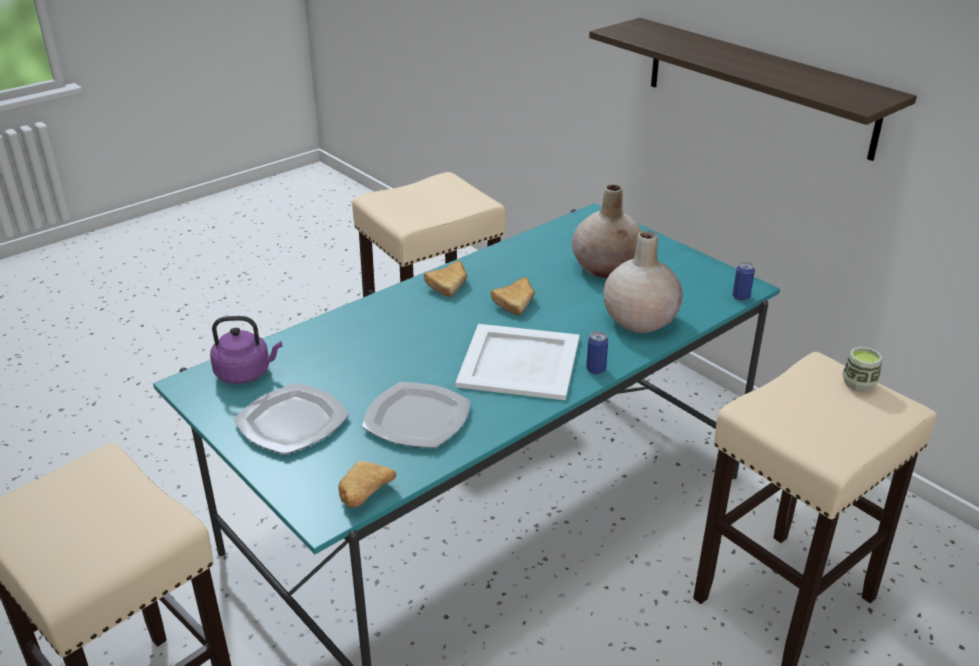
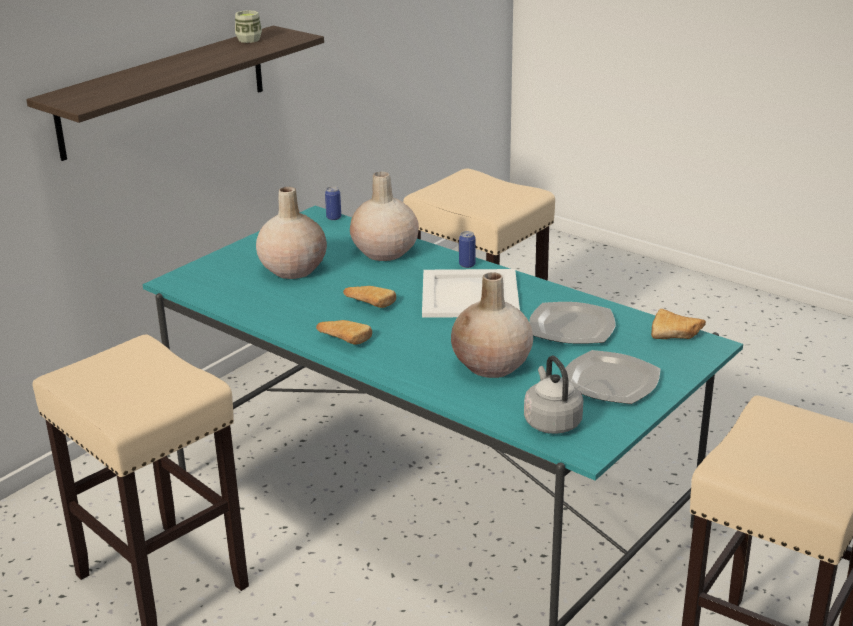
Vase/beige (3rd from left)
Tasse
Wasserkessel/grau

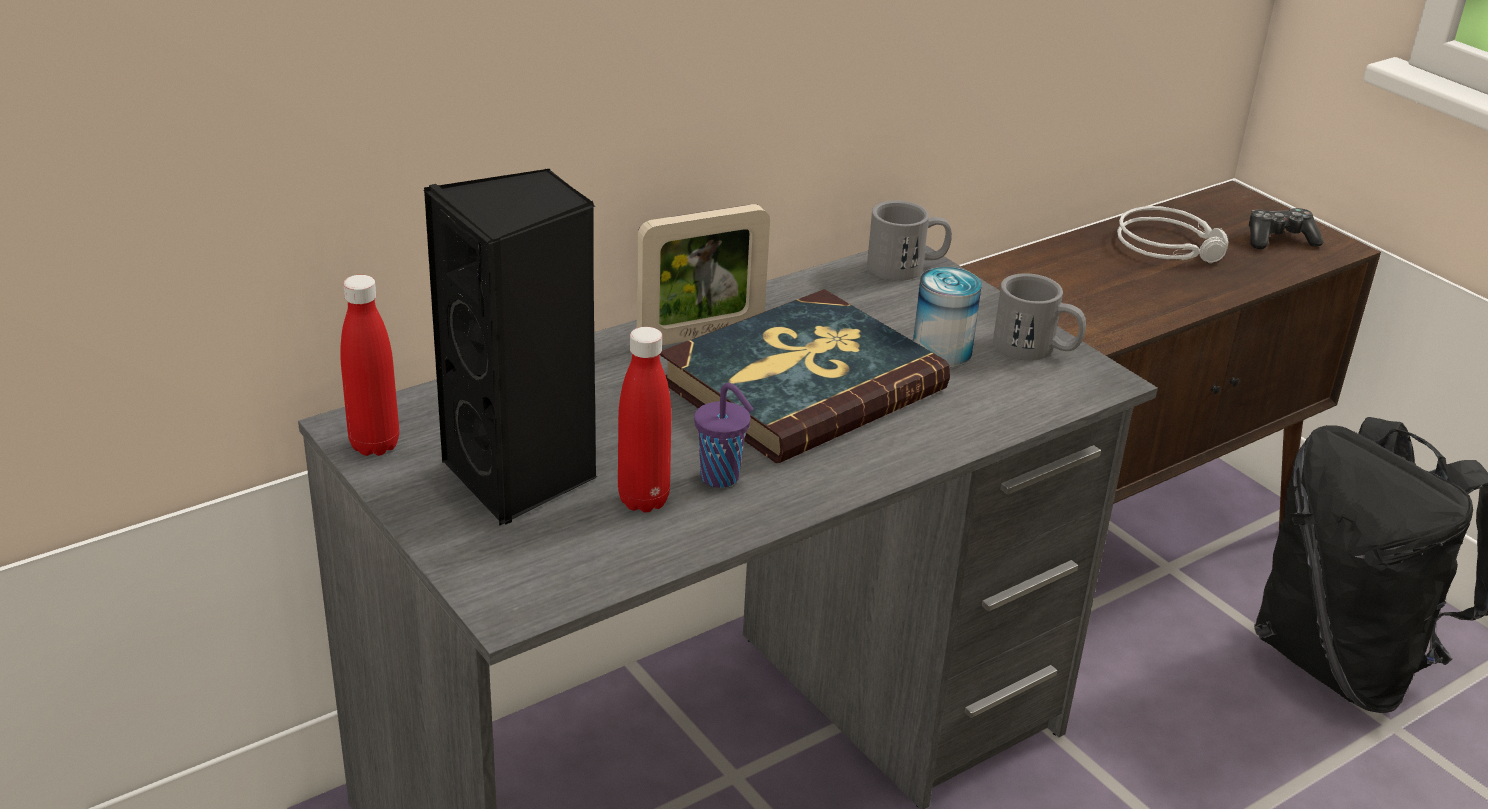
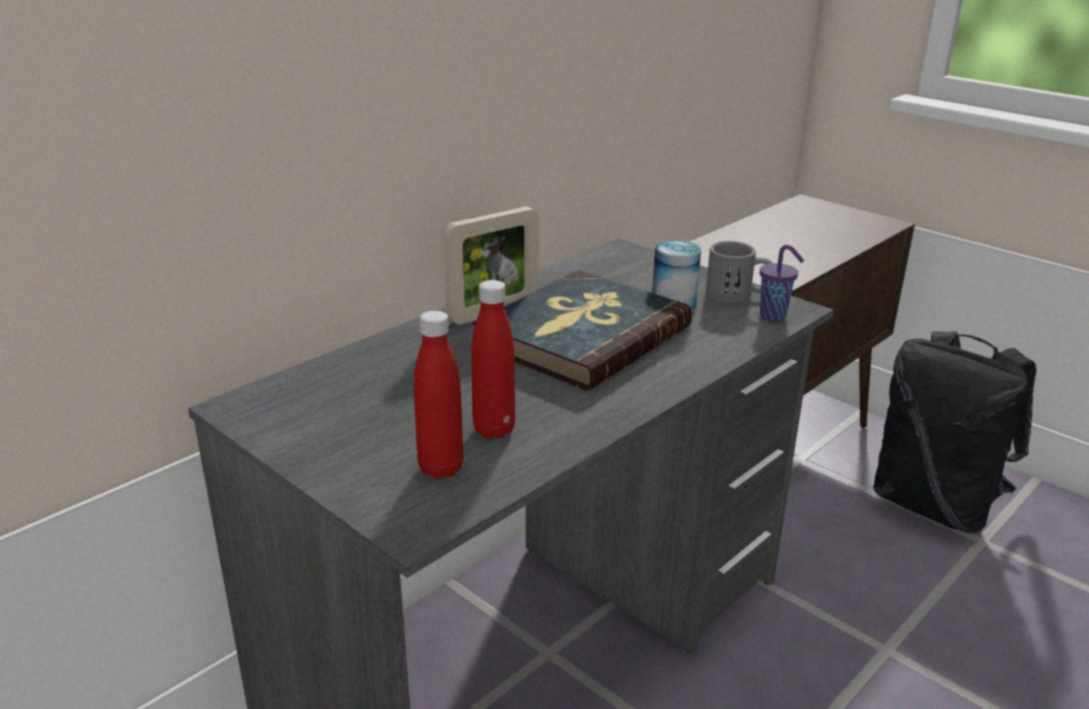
Lautsprecher/schwarz
Henkelbecher/grau (1st from left in the first image)
Kopfhörer/grau
Gamepad
Flasche/rot (1st from left)
Tasse/lila

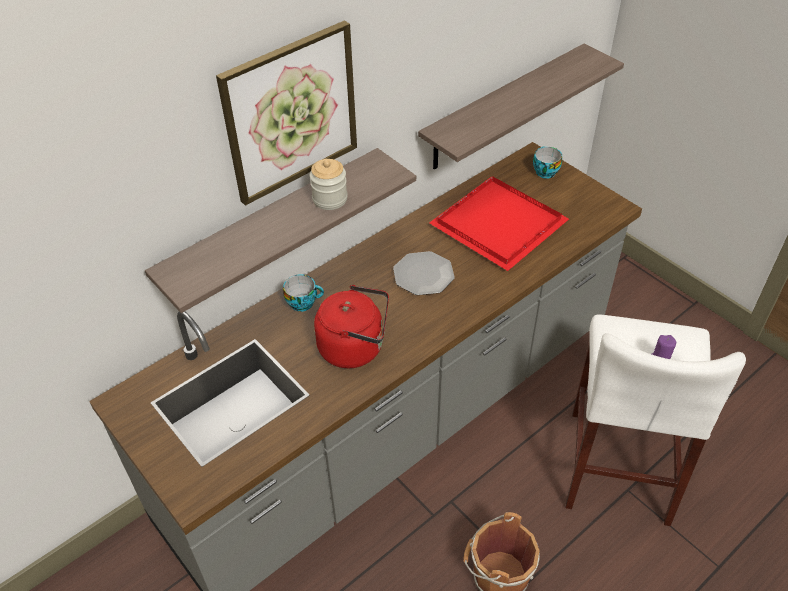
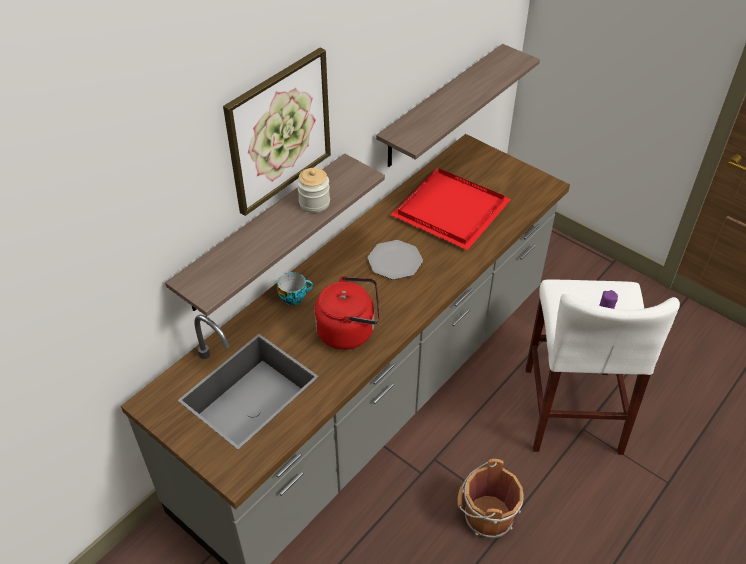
Tasse (2nd from left in the first image)

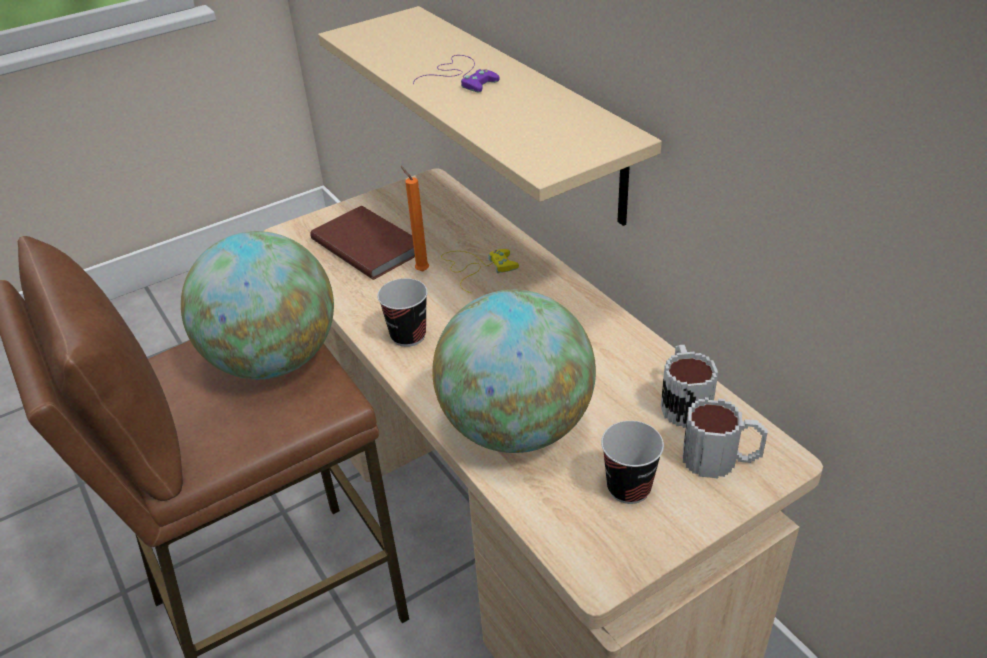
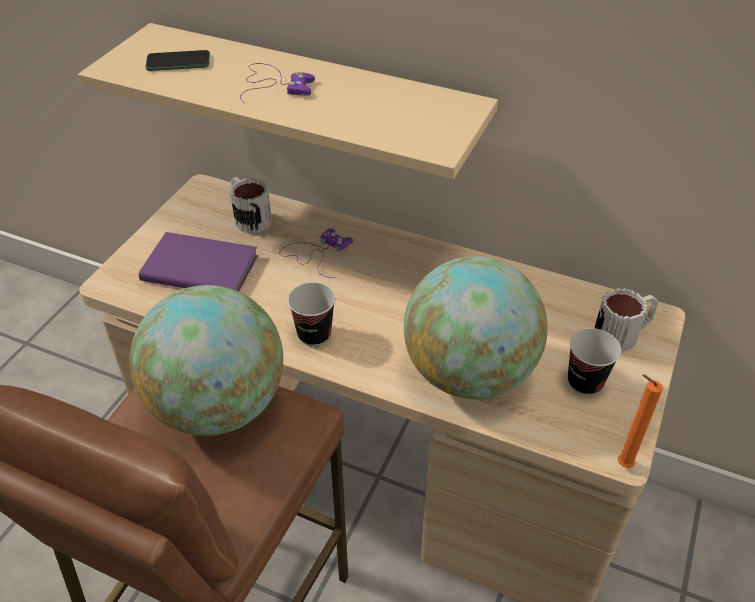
Handy
Kerze/orange
Henkelbecher (1st from left)
Buch/lila
Gamepad/lila (2nd from left)

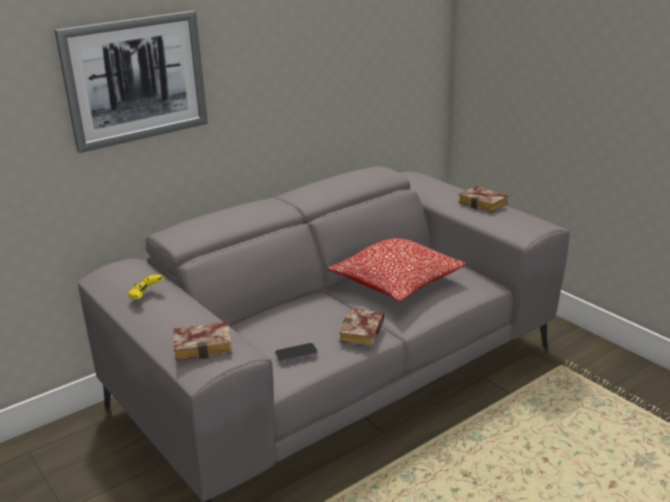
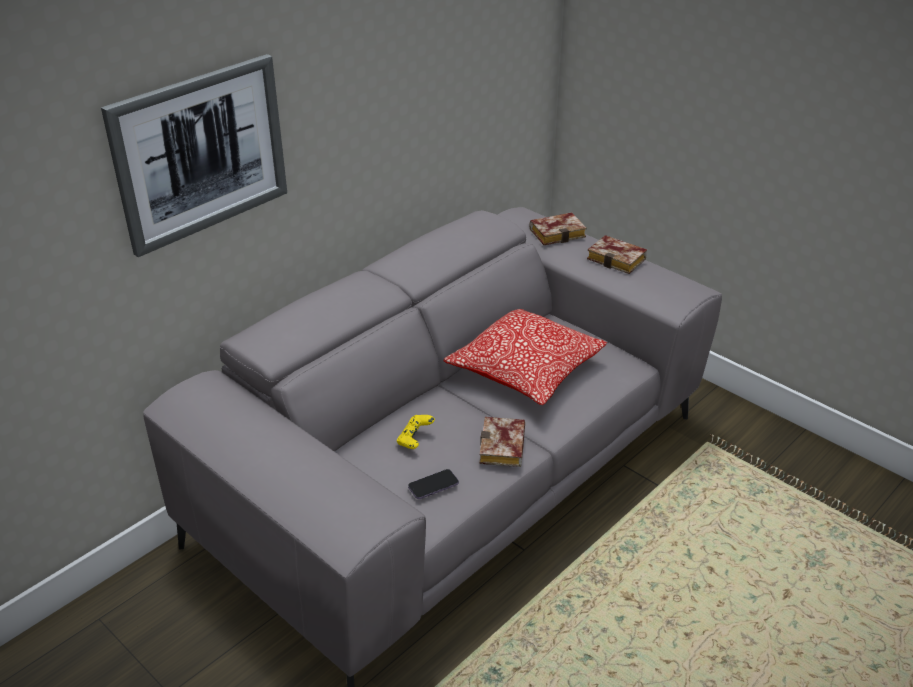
Gamepad/gelb
Buch (2nd from left)

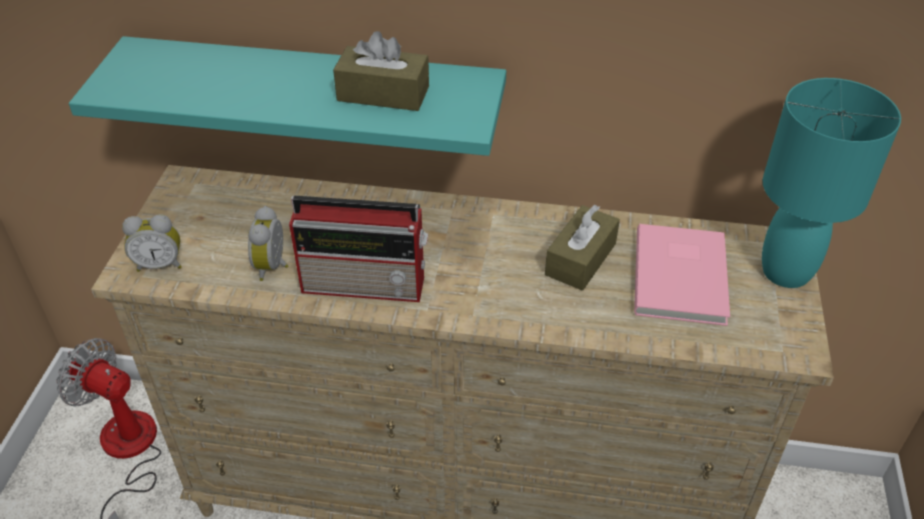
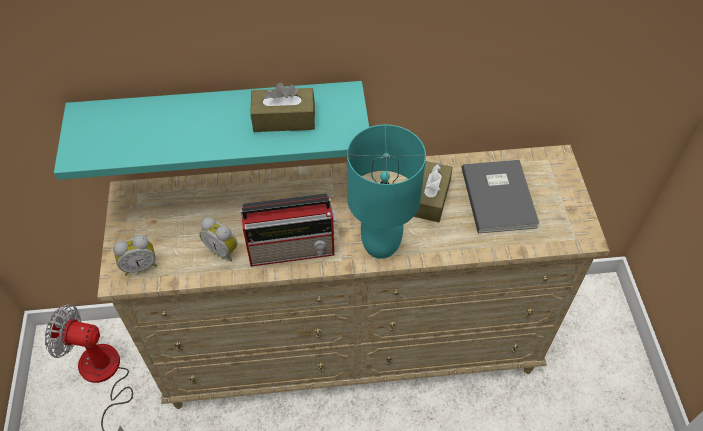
Tischlampe/türkis
Buch/grau
Wecker (2nd from left)

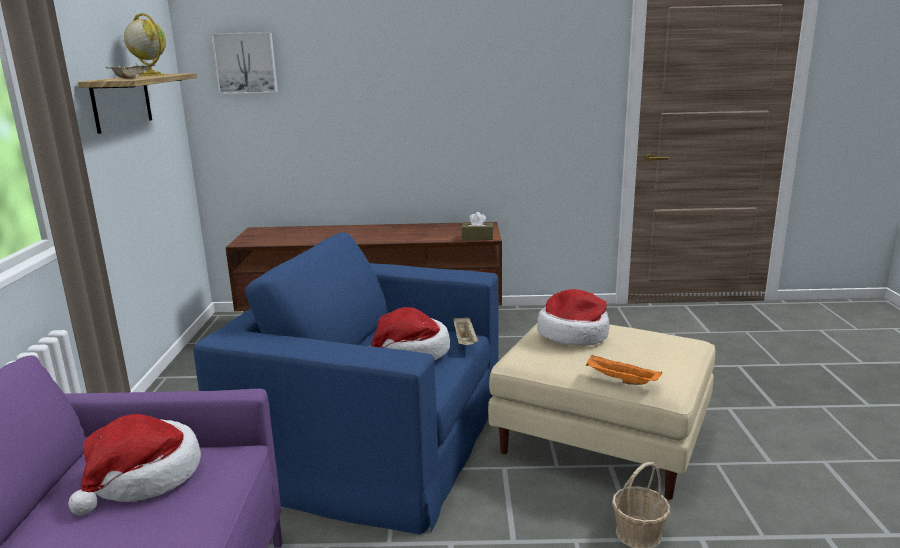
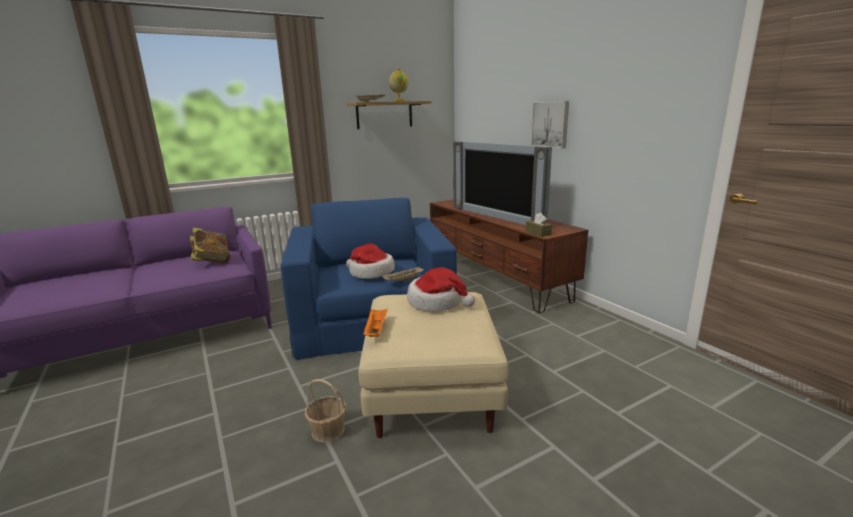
Fernseher
Bild
Buch

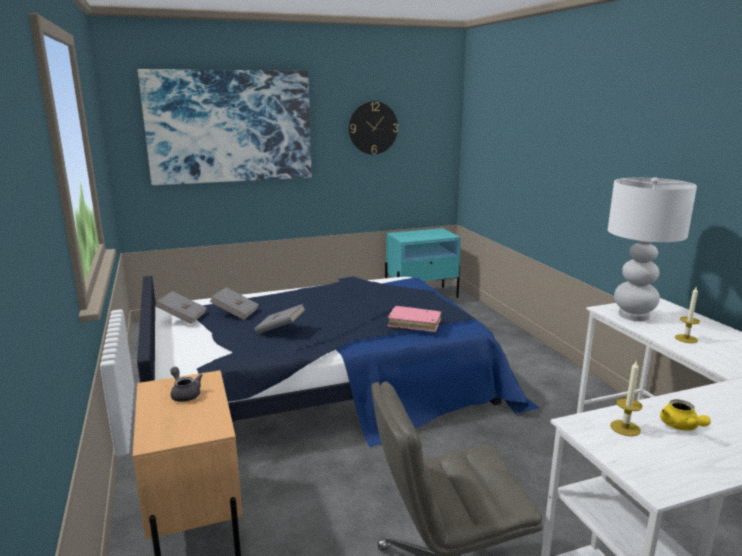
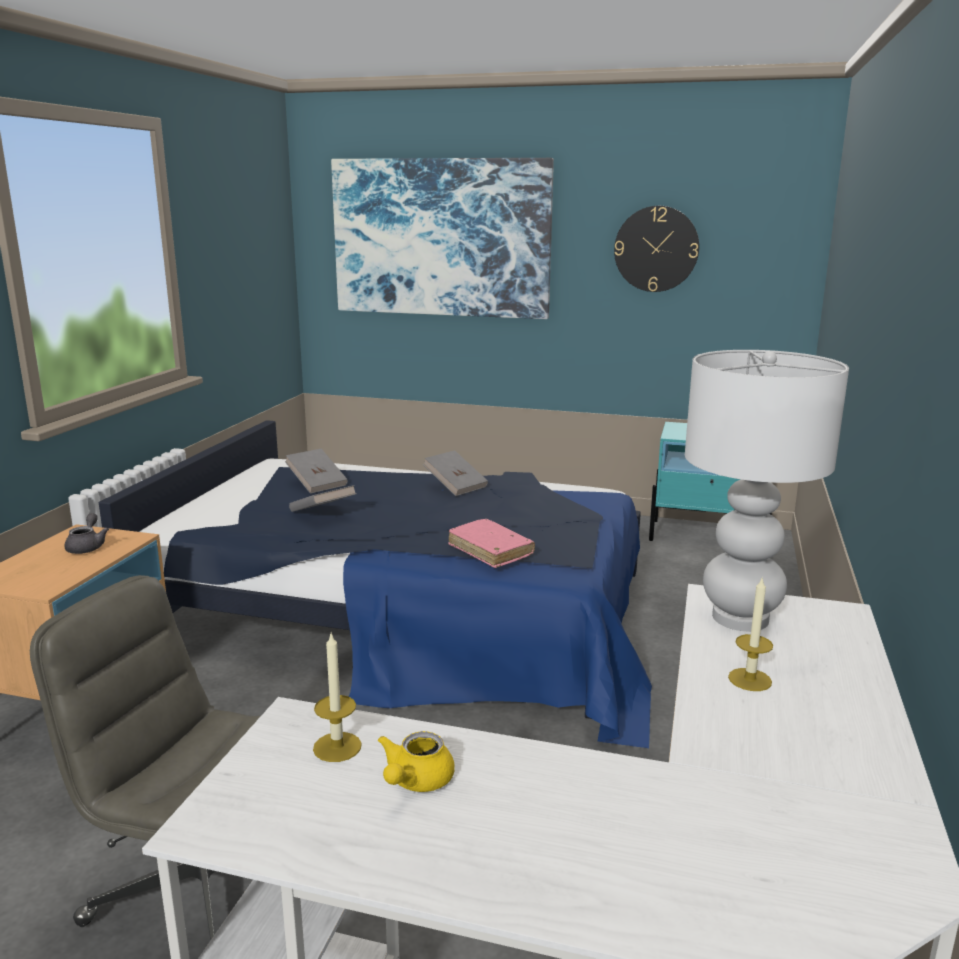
Buch/grau (3rd from left)

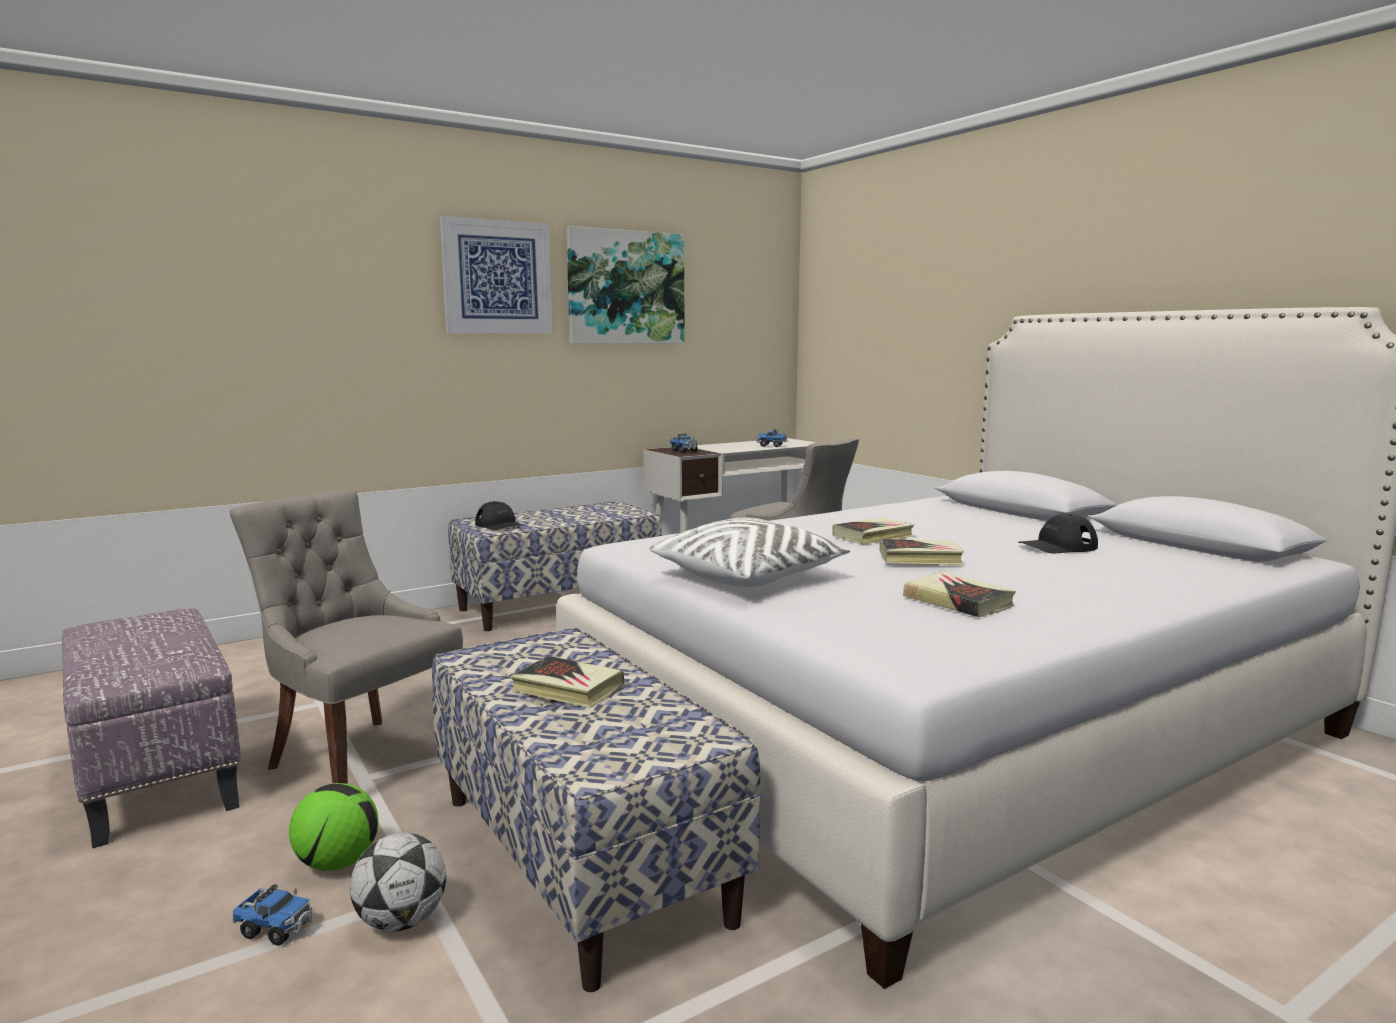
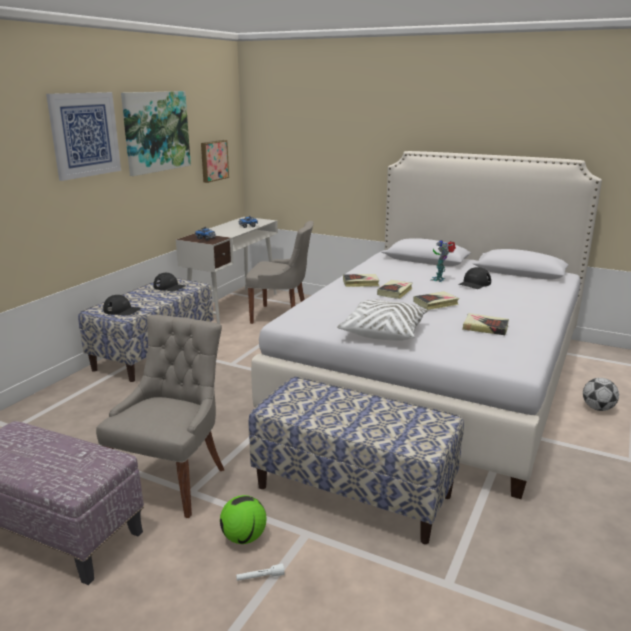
Kappe/schwarz (2nd from left)
Bild (3rd from left)
Spielzeugroboter
Fußball (2nd from left)
Buch (1st from left)
Taschenlampe/weiß
Stuhl/grau (1st from left)

